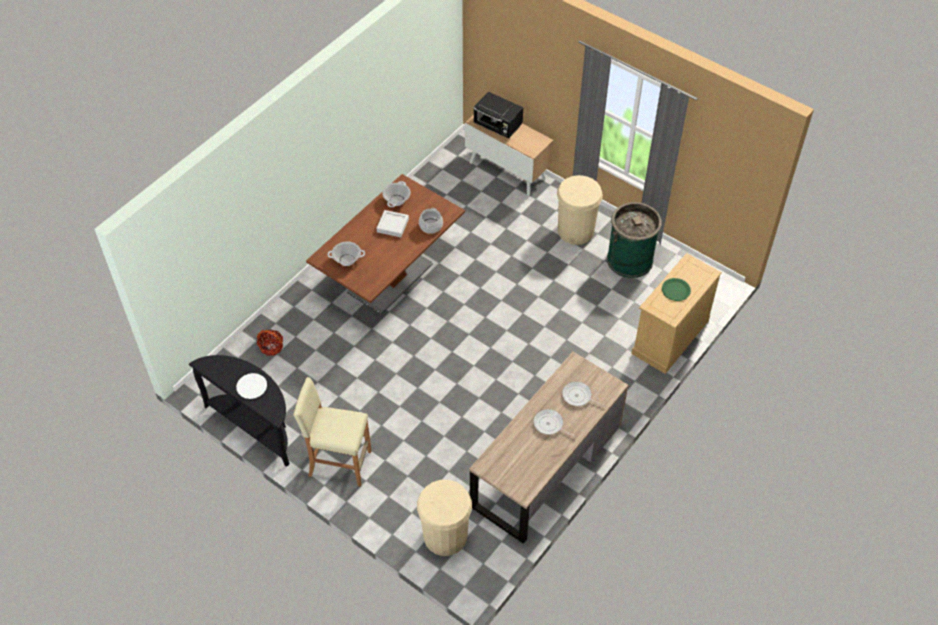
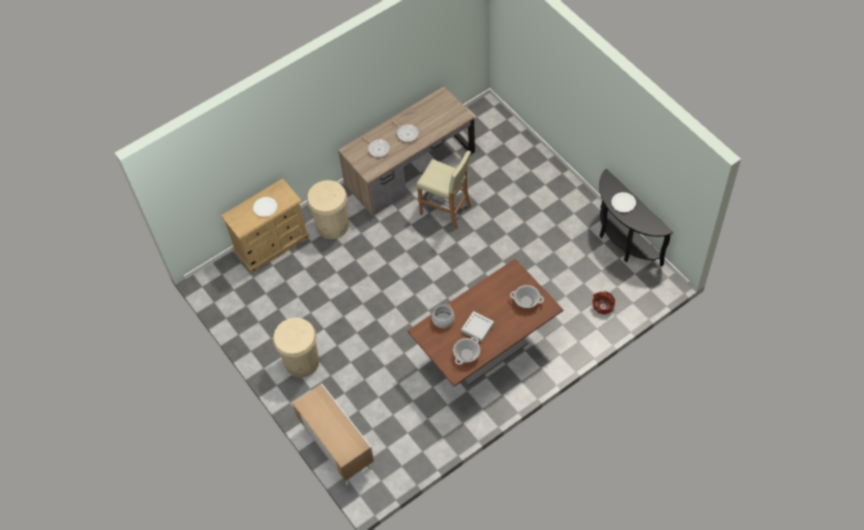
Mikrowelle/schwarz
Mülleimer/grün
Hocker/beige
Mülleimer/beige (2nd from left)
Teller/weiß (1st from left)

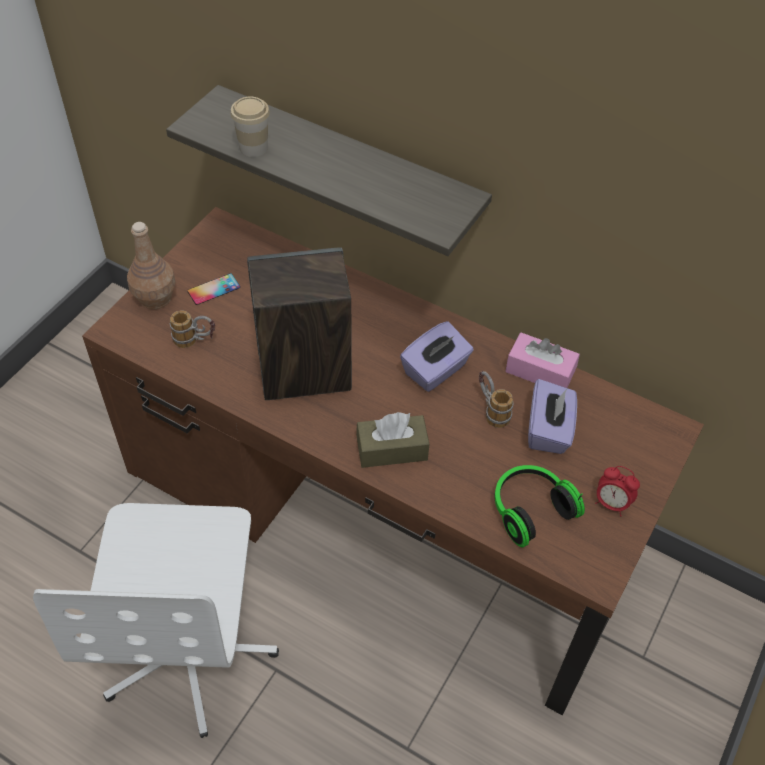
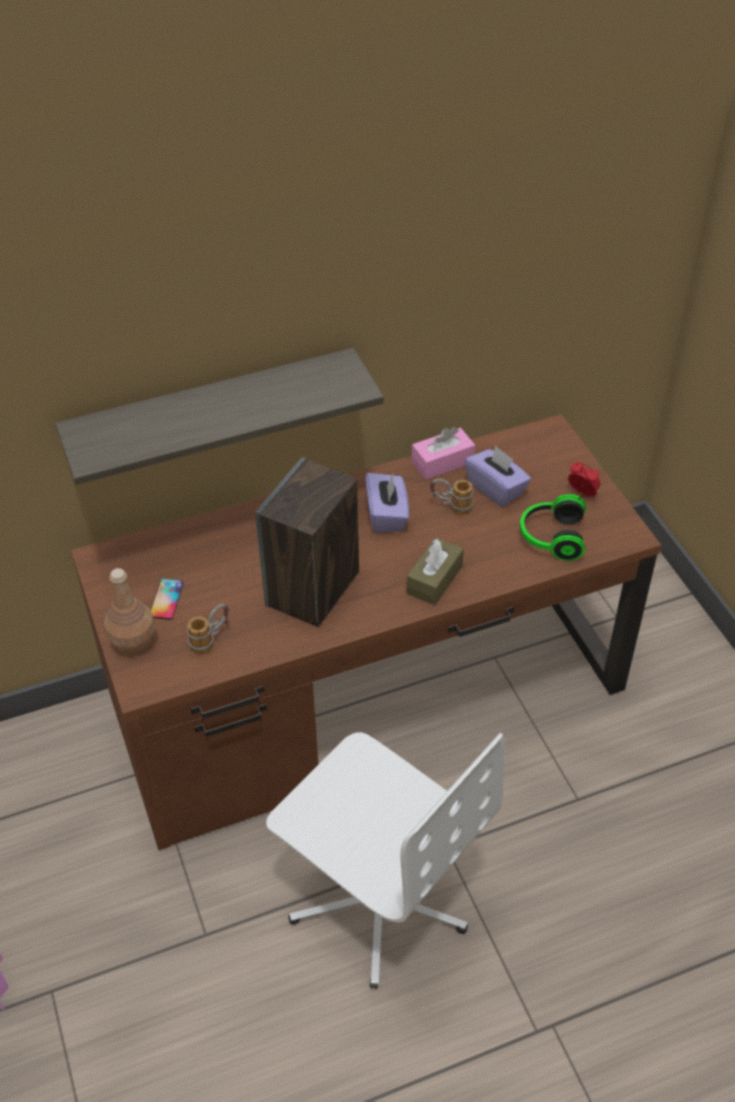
Tasse
Wecker

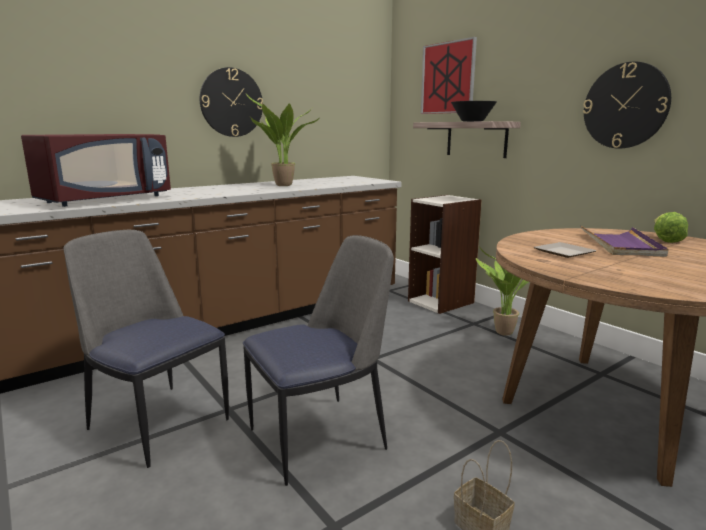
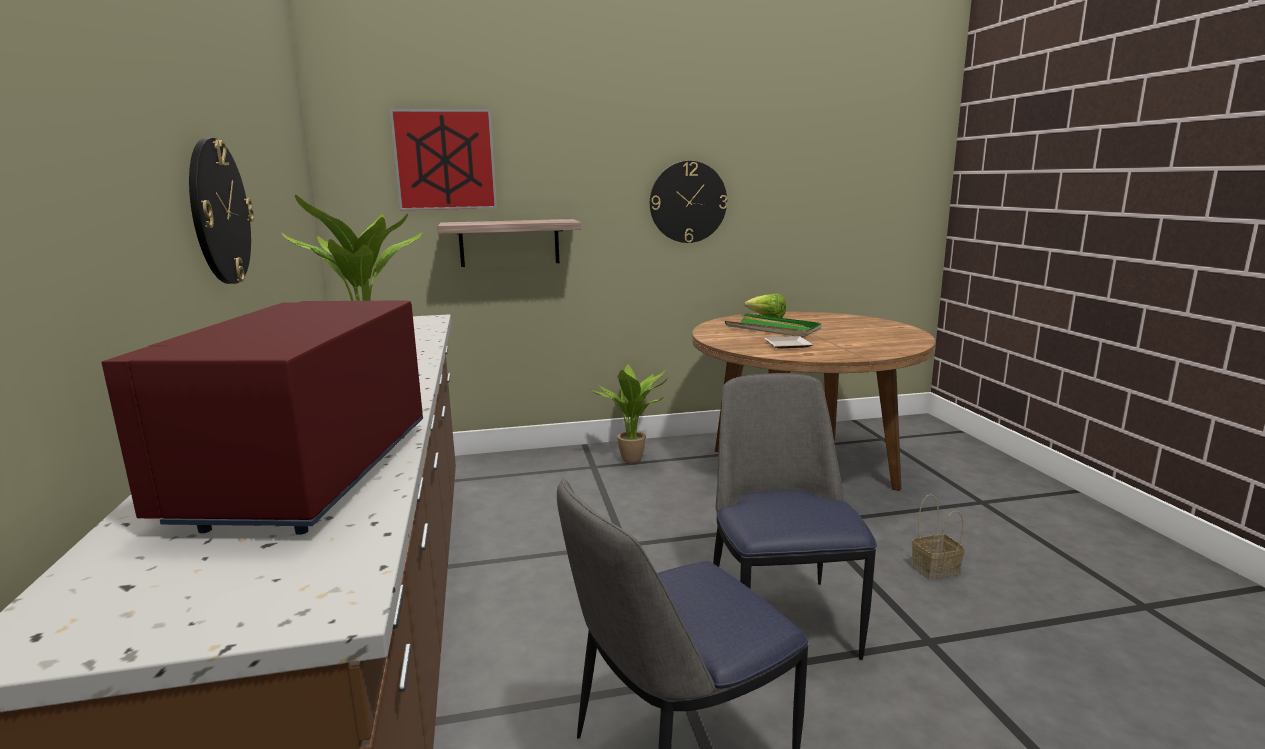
Bücherregal
Schüssel/schwarz
Tablett/grün
Mikrowelle/rot

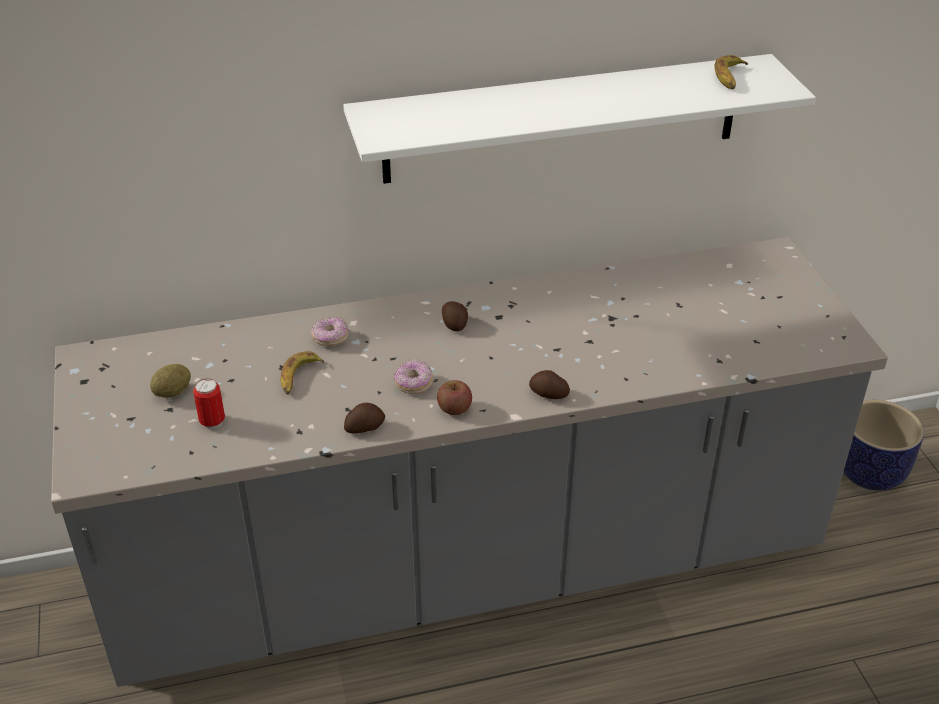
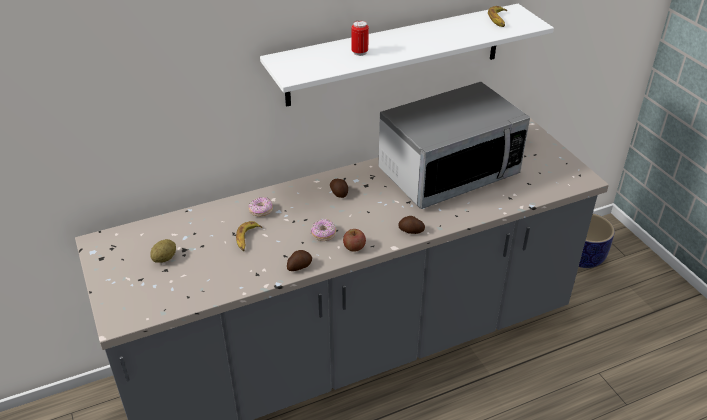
Mikrowelle
Dose

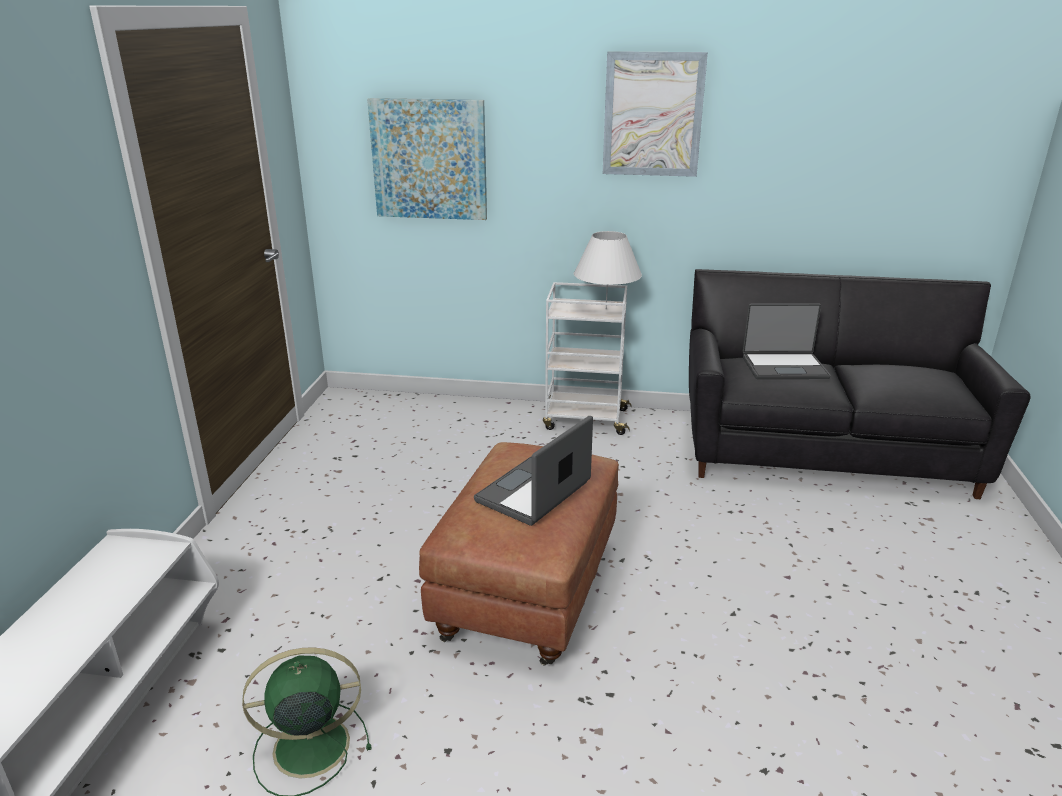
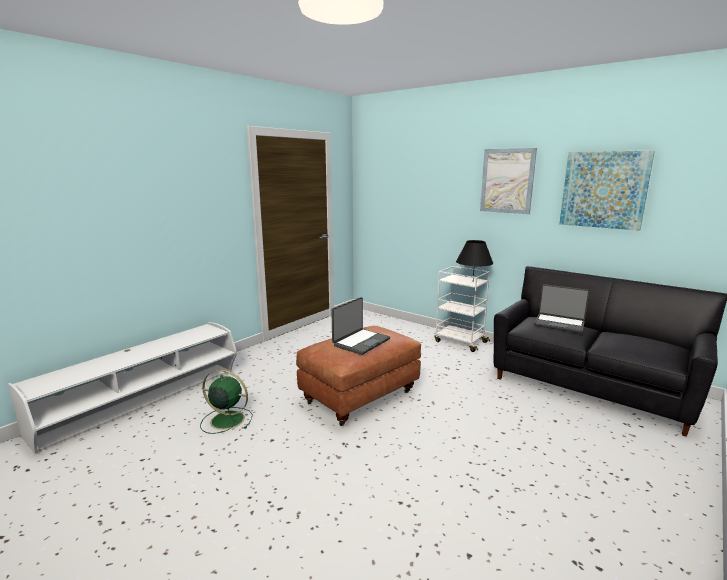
Bild (2nd from left)
Tischlampe/schwarz
Laptop (1st from left)

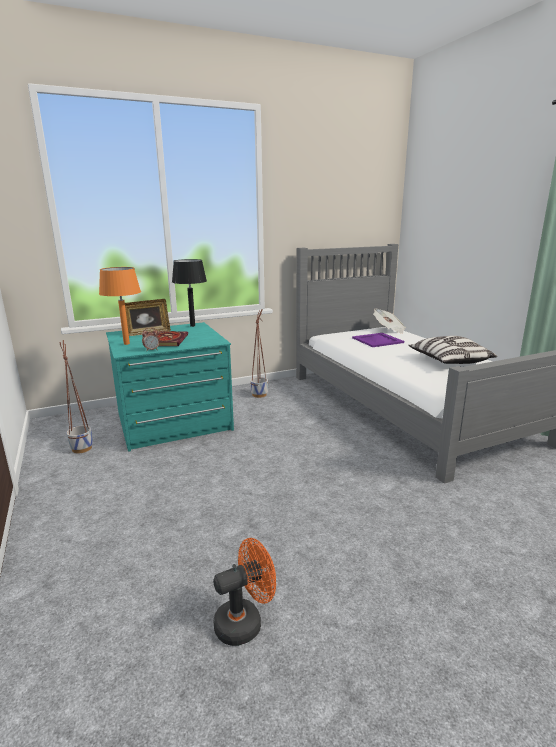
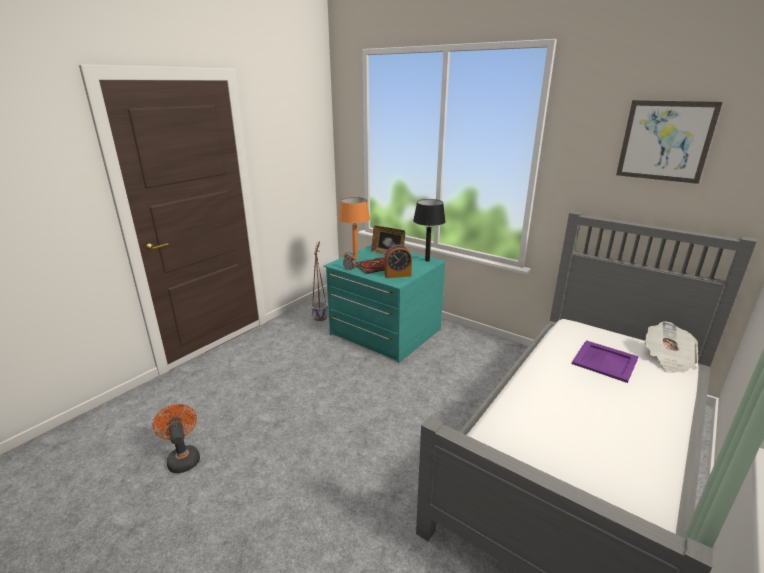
Pflanzkübel (2nd from left in the first image)
Kissen
Wecker (2nd from left)
Bild
Ventilator/orange

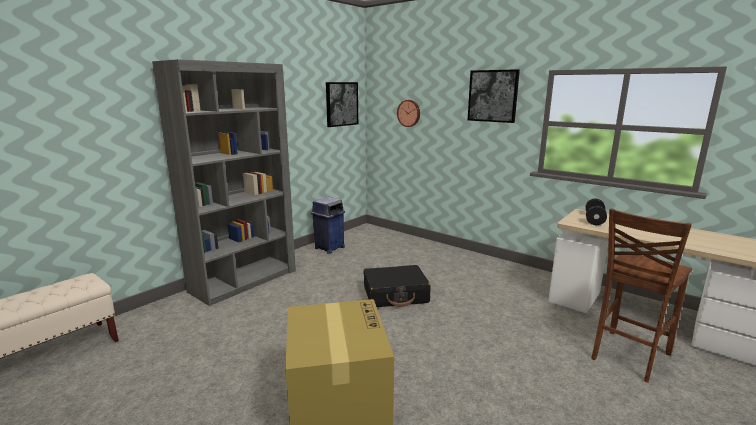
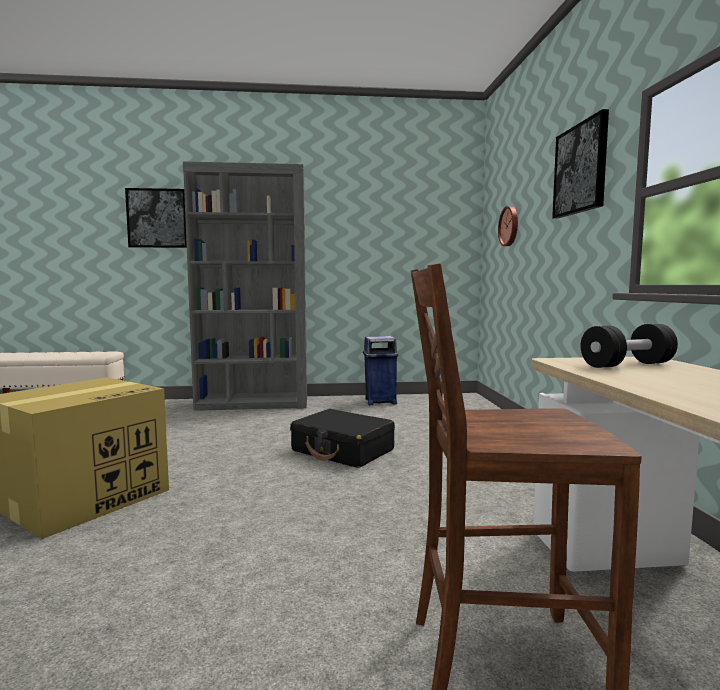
Bild (1st from left)

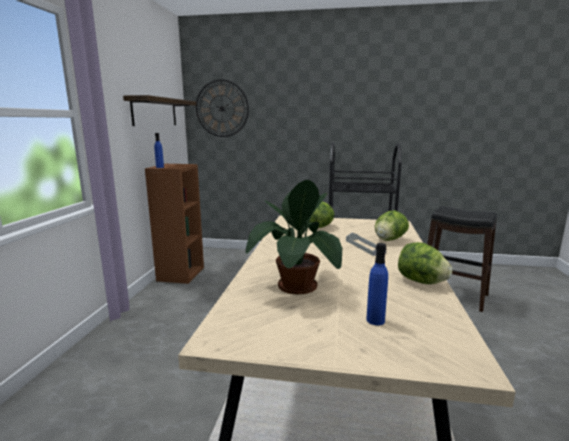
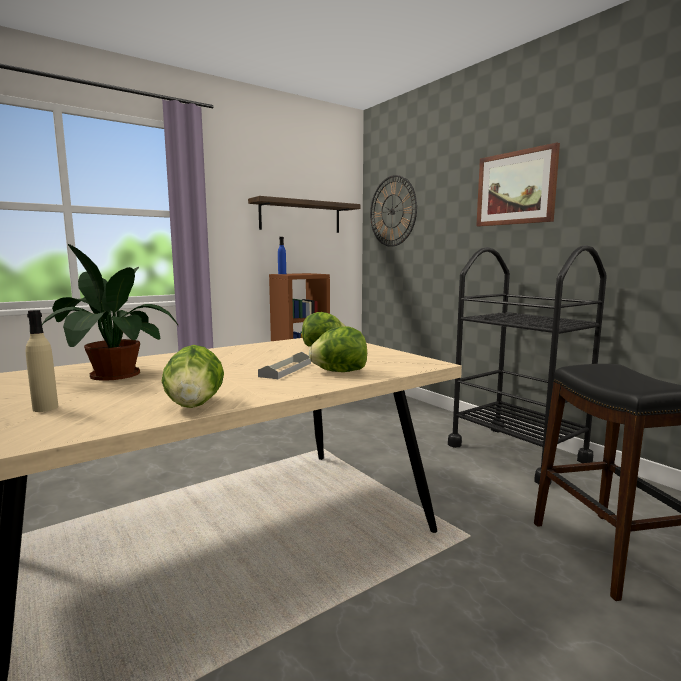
Bild
Flasche/beige

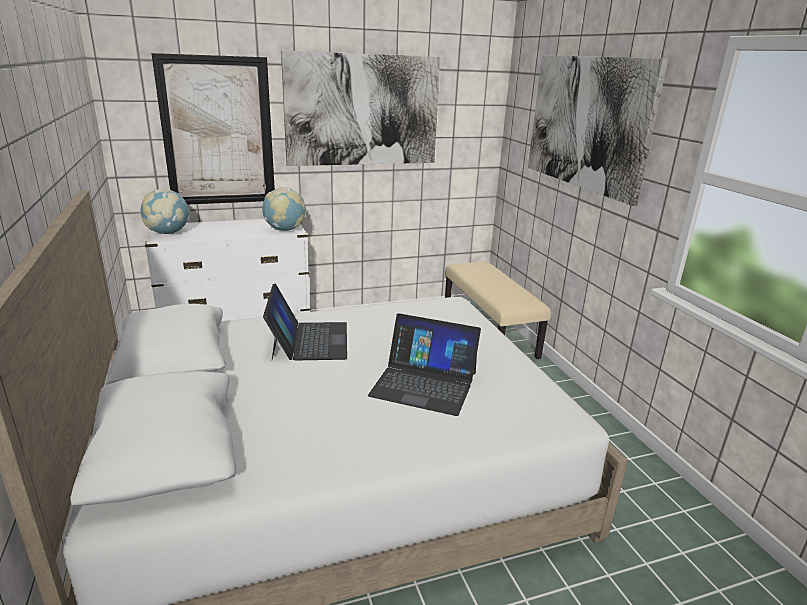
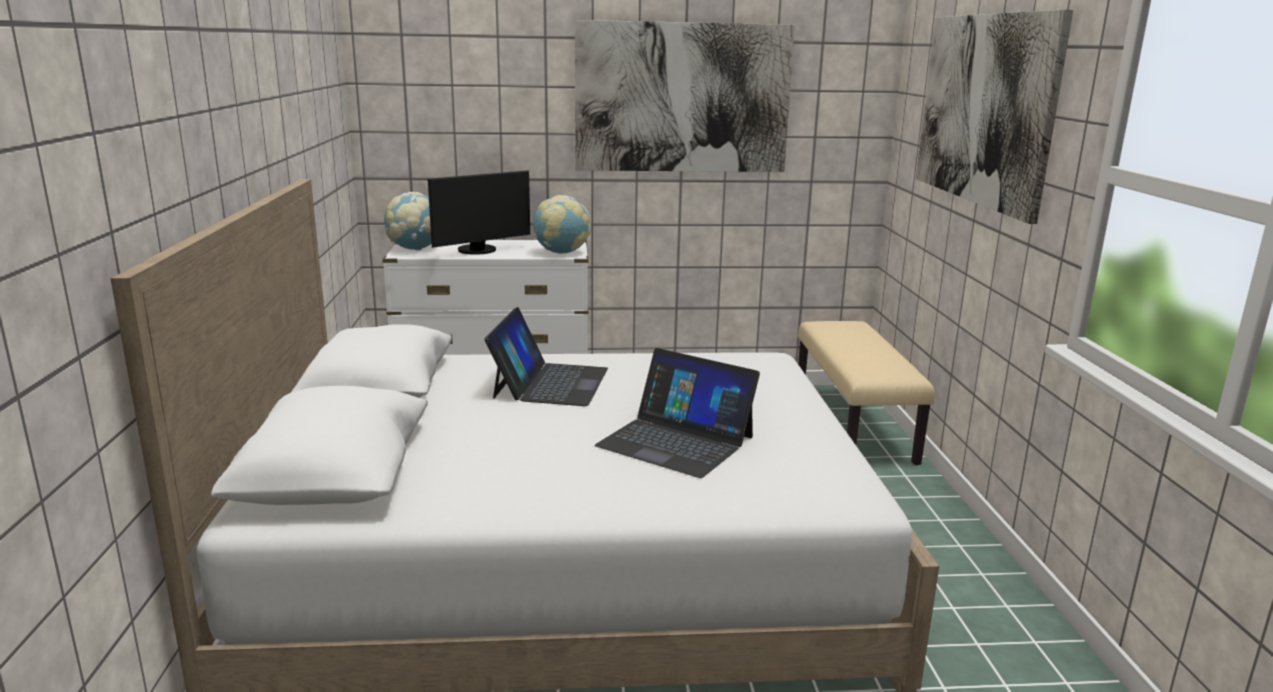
Bild (1st from left in the first image)
Monitor

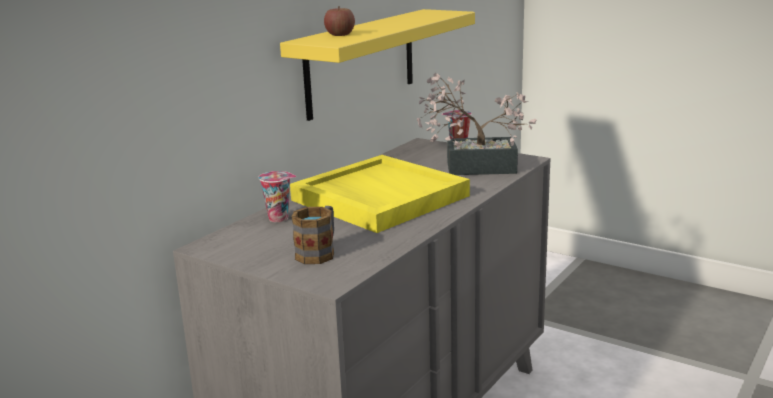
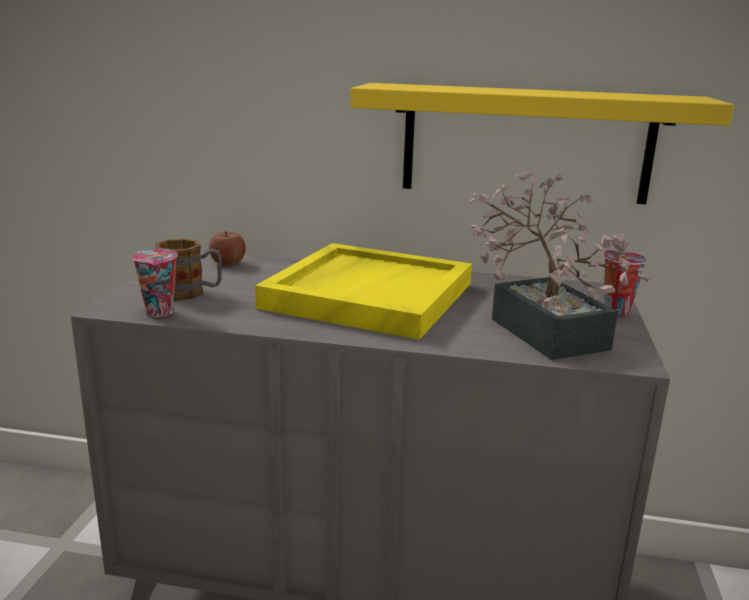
Tasse (1st from left)
Apfel

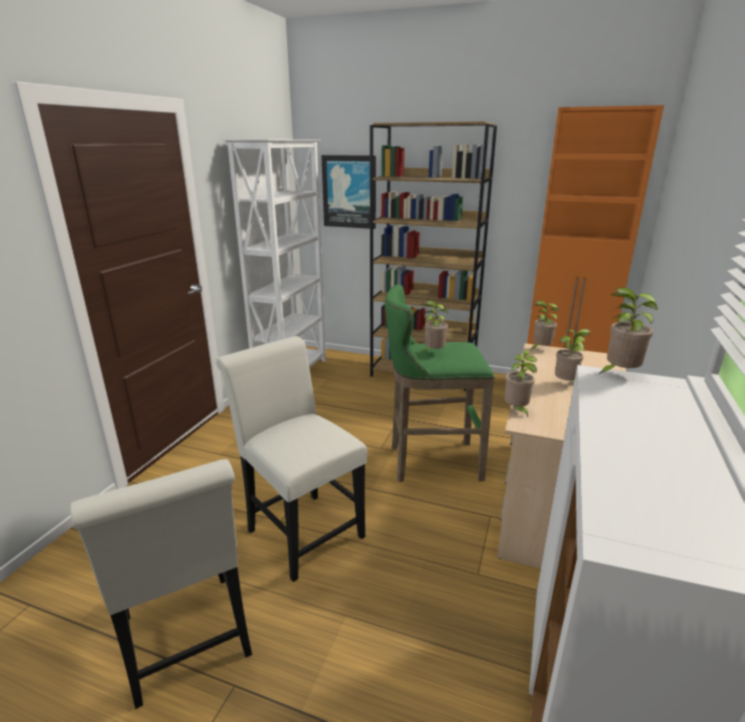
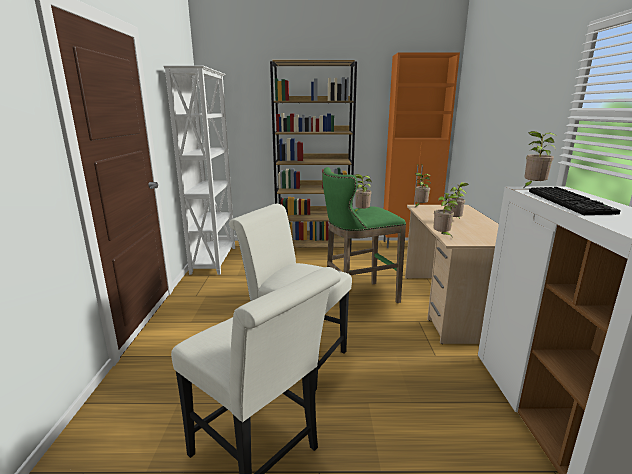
Bild
Tastatur

